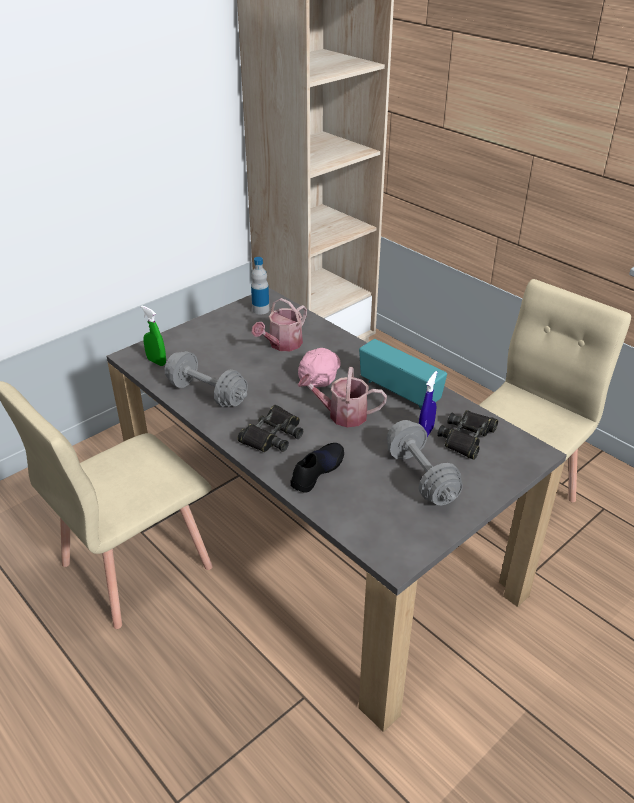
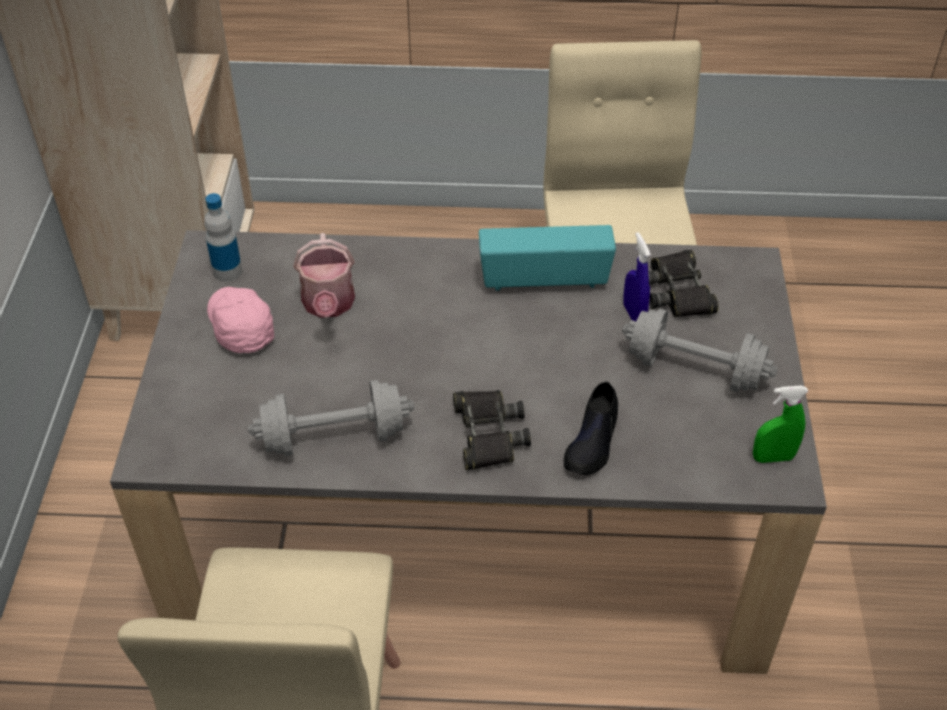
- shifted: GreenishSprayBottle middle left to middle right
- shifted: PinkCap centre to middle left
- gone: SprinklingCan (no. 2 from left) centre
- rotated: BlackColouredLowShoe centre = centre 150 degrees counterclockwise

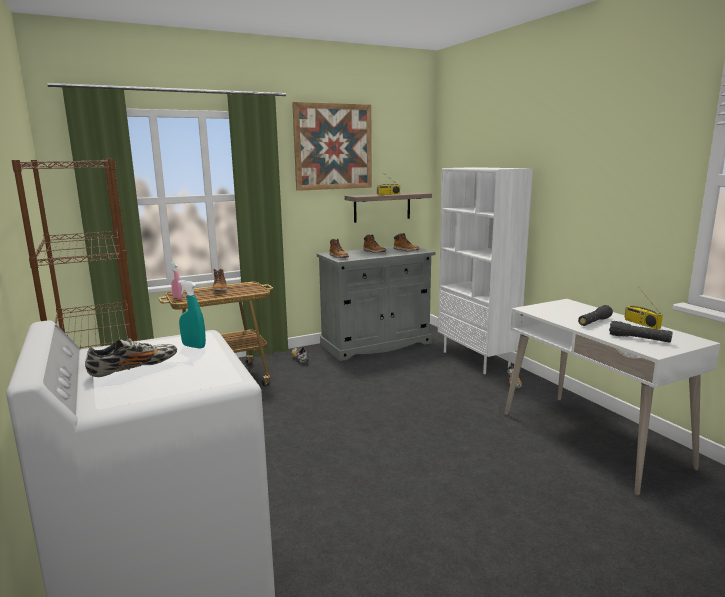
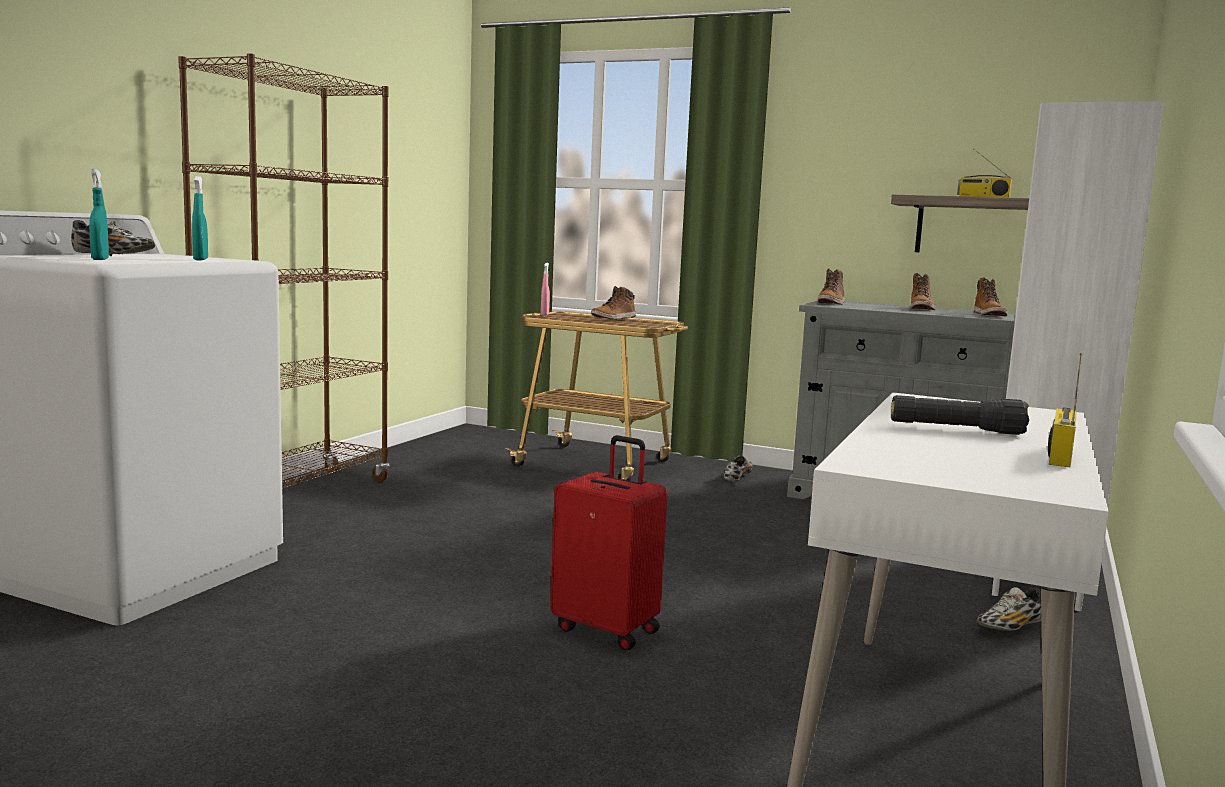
- gone: WallPicture top centre
- gone: BlackColouredHandTorch (no. 2 from left) middle right
- new: BlueGreenSprayBottle (no. 1 from left) top left
- new: RedPieceOfLuggage bottom centre

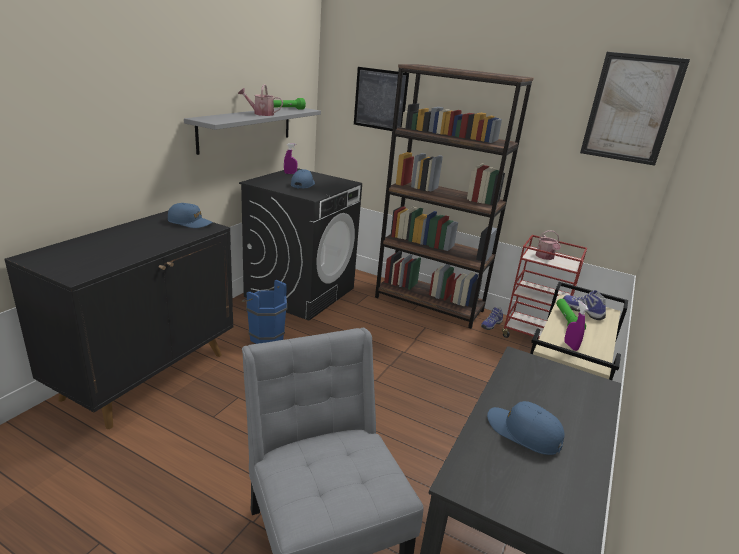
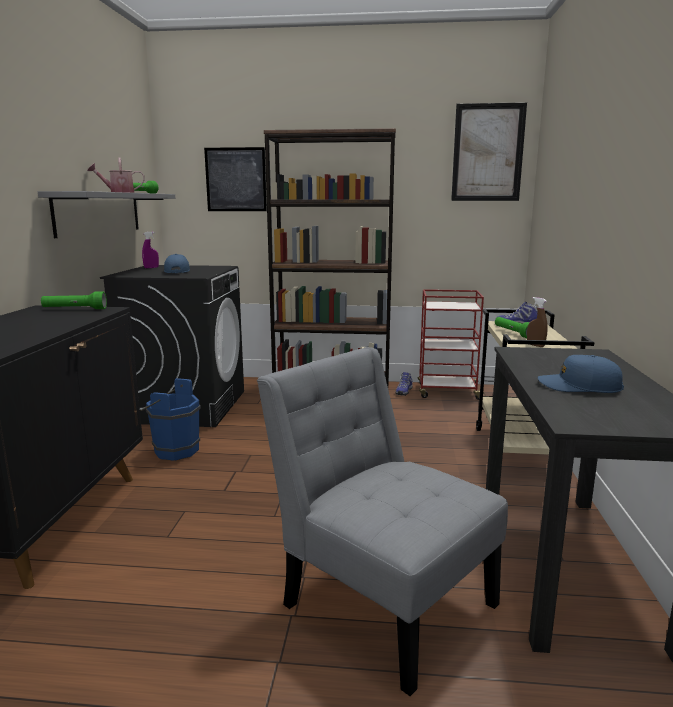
- swapped: BlueColouredCap (no. 1 from left) middle left to GreenishHandTorch (no. 1 from left) middle left
- gone: SprinklingCan (no. 2 from left) middle right
- repainted: PurpleColouredSprayBottle (no. 2 from left) middle right to BrownishSprayBottle middle right

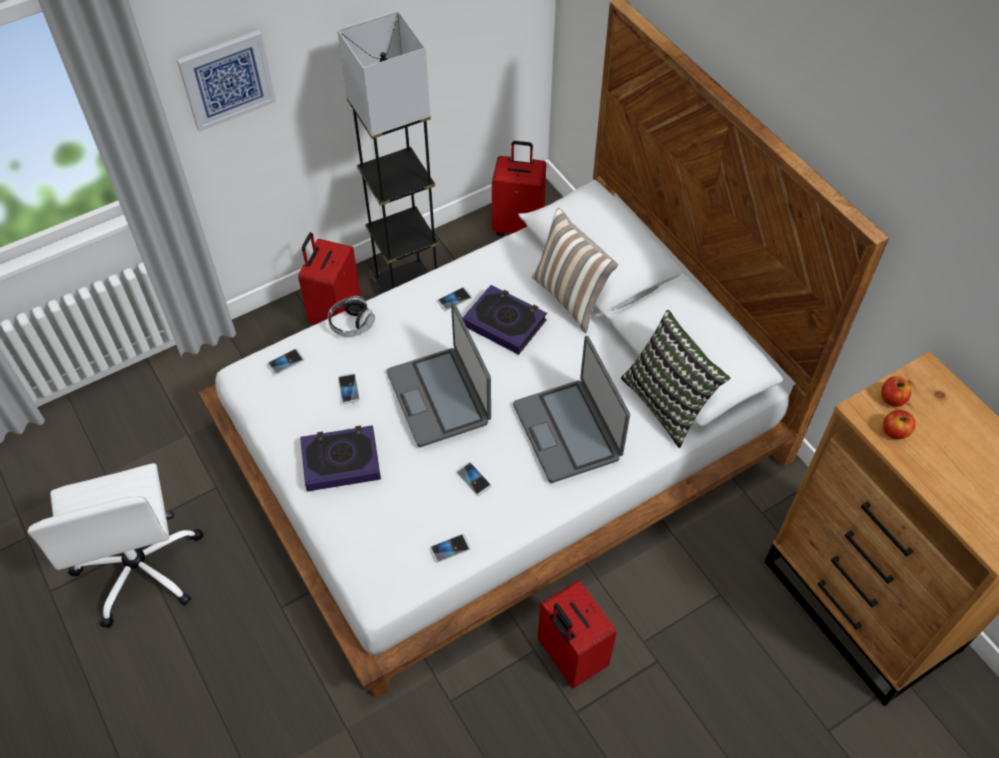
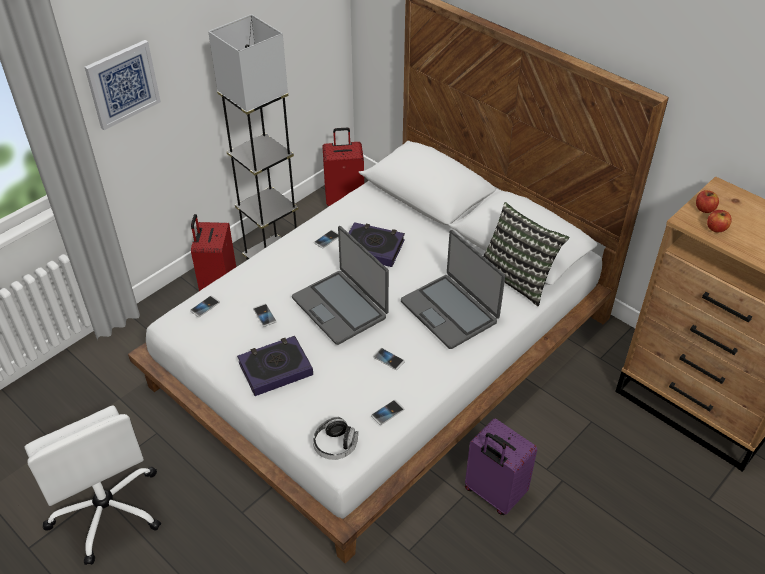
- gone: Pillow (no. 1 from left) centre
- shifted: PairOfHeadphones centre to bottom centre
- repainted: RedPieceOfLuggage (no. 3 from left) bottom centre to PurpleColouredPieceOfLuggage bottom centre

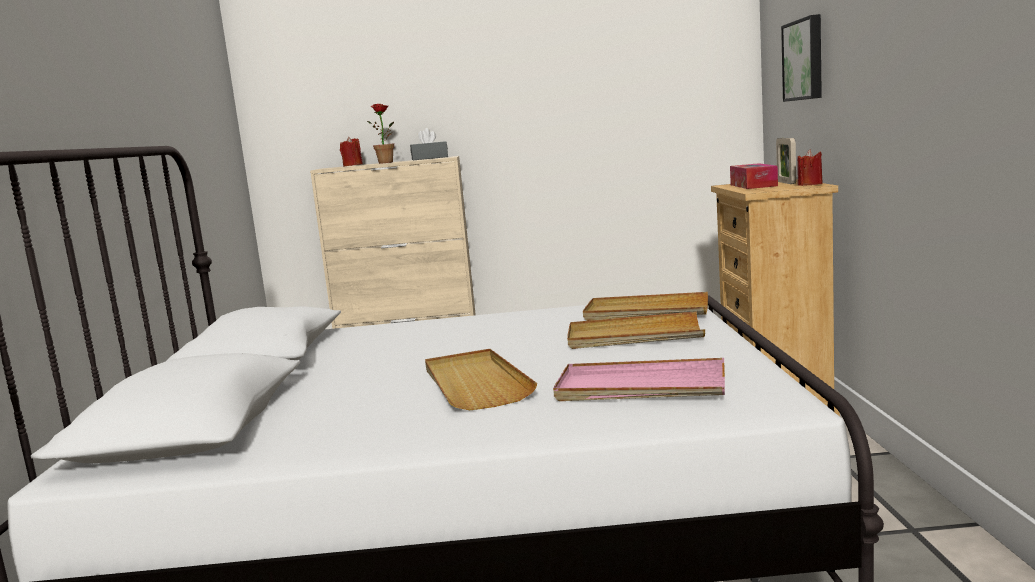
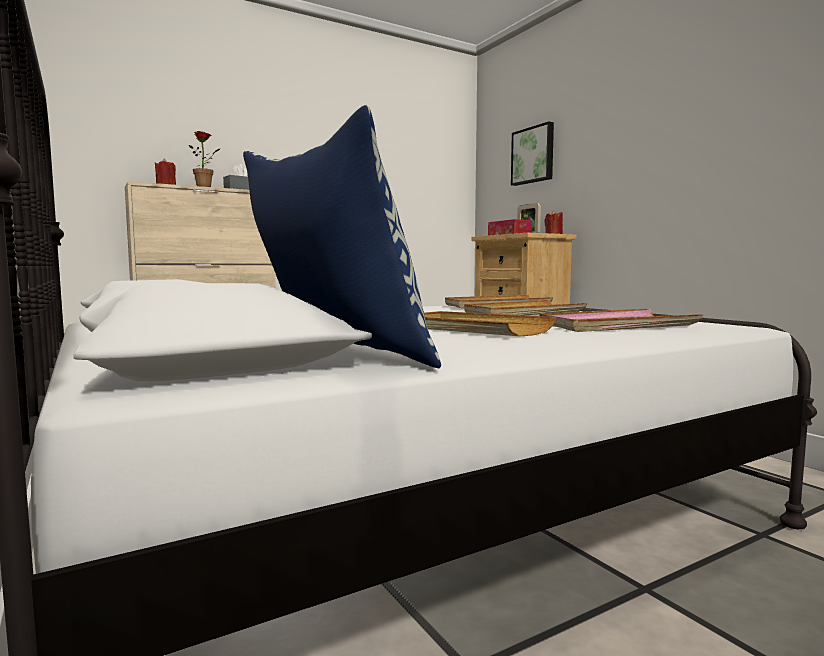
- new: Pillow centre

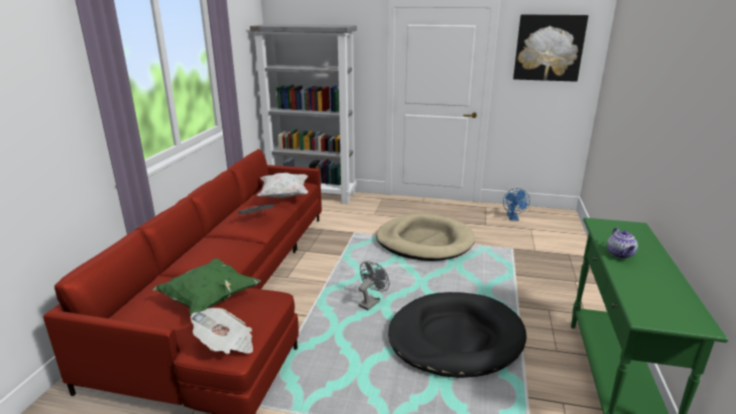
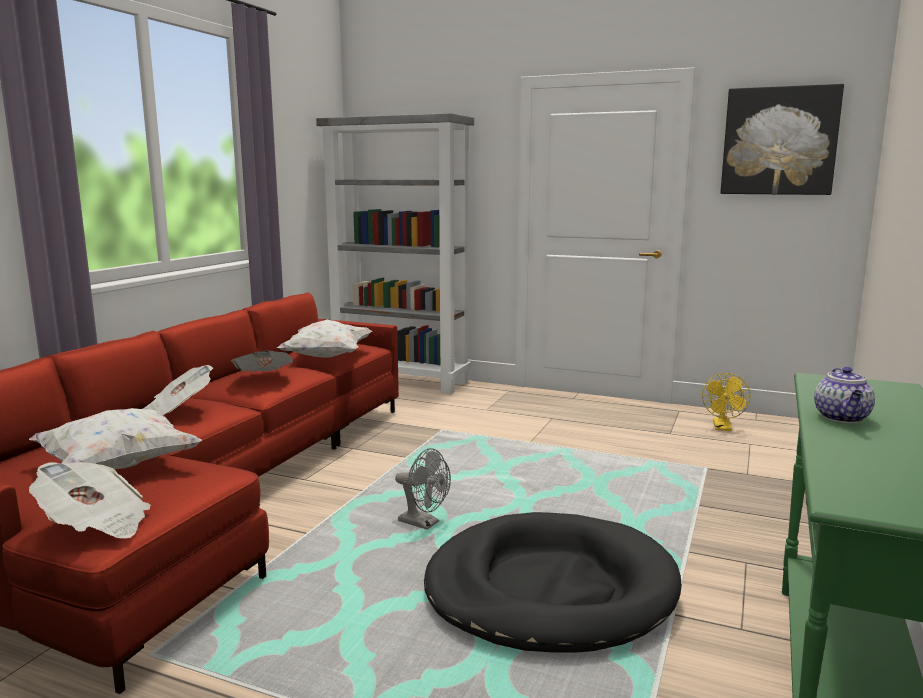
- repainted: BlueColouredFan middle right to YellowFan middle right
- gone: BeigeColouredDogBed centre
- repainted: GreenishPillow bottom left to WhitePillow (no. 1 from left) middle left
- rotated: GreyFan bottom centre = bottom centre 75 degrees clockwise
- new: PrintedPaper (no. 2 from left) middle left

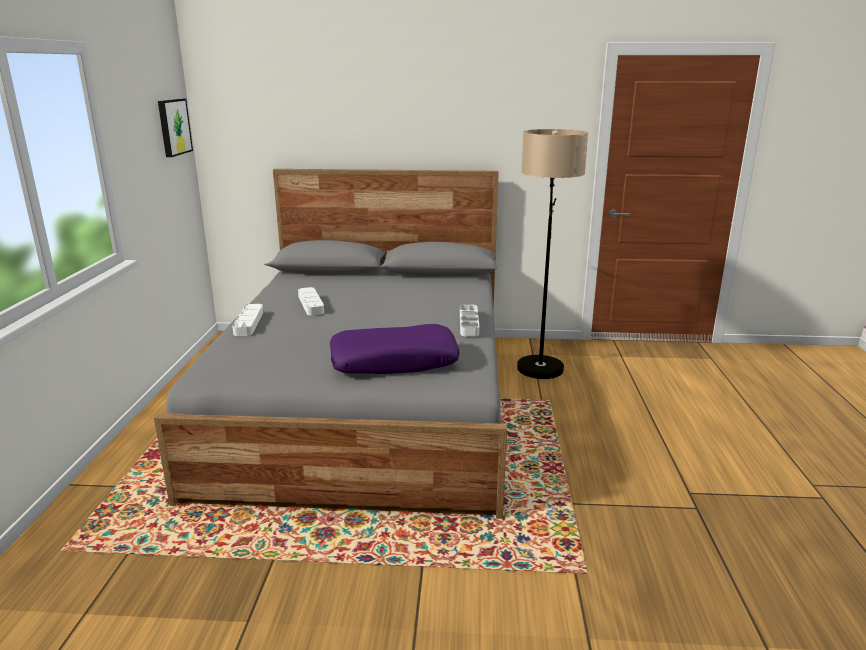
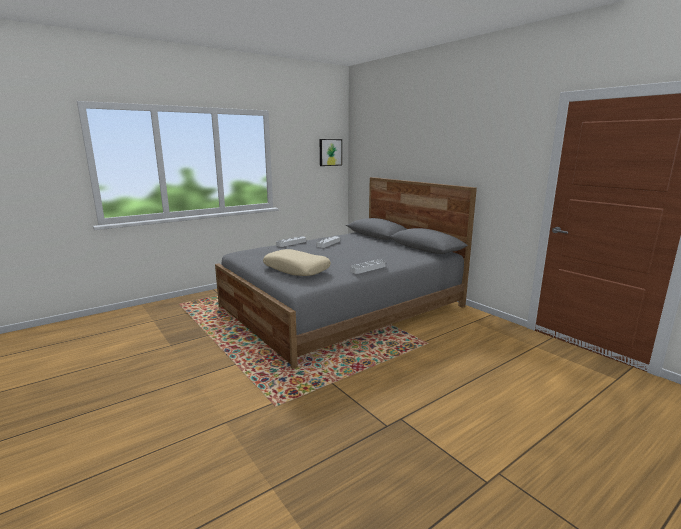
- gone: StandingLamp centre
- repainted: PurpleColouredPillow centre to BeigeColouredPillow centre

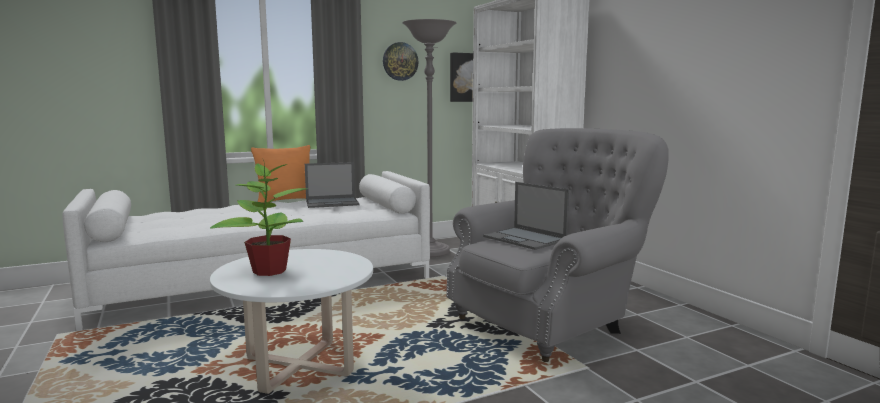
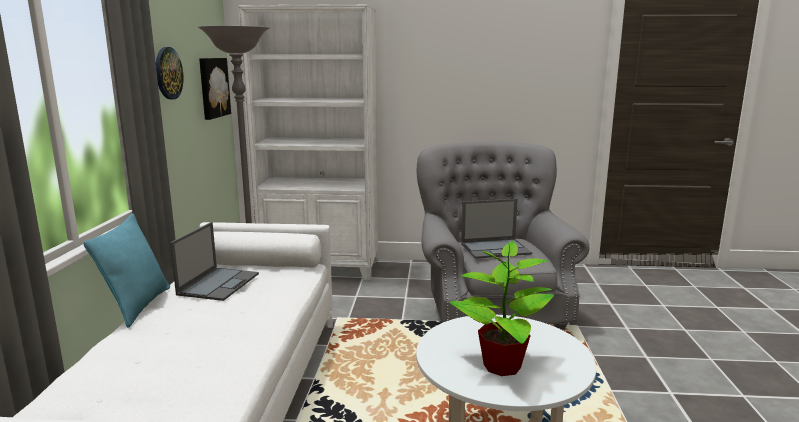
- repainted: OrangeyPillow middle left to BlueGreenPillow middle left

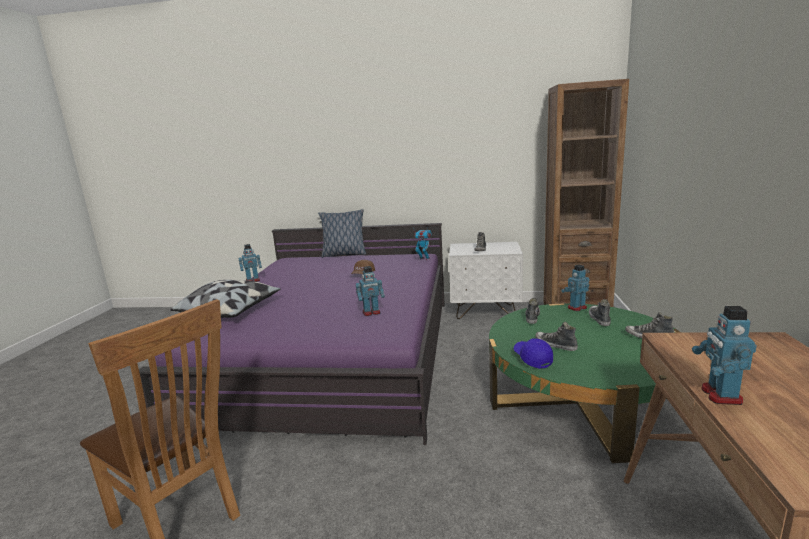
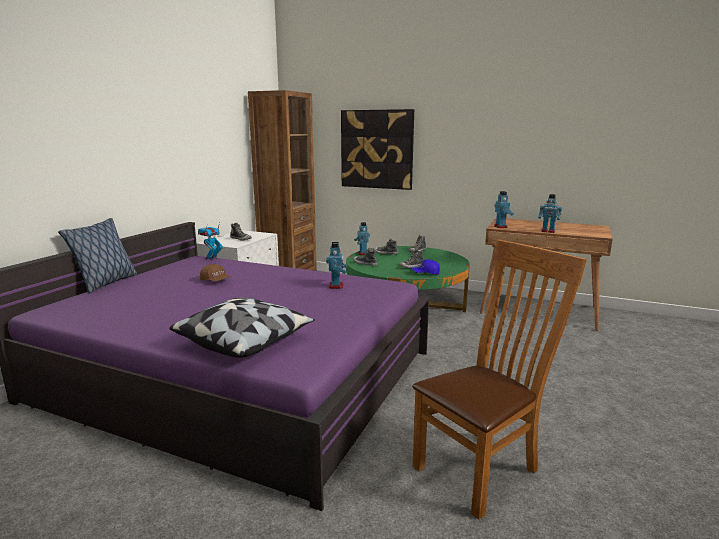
- shifted: ToyRobot (no. 1 from left in the first image) middle left to ToyRobot (no. 4 from left) middle right
- new: WallPicture top centre

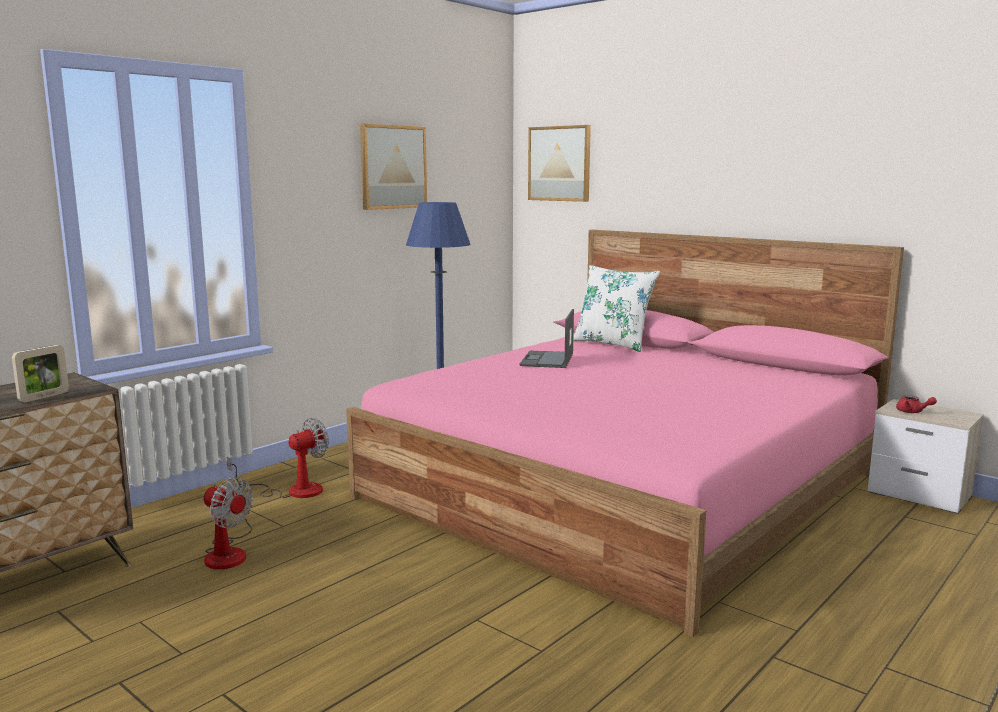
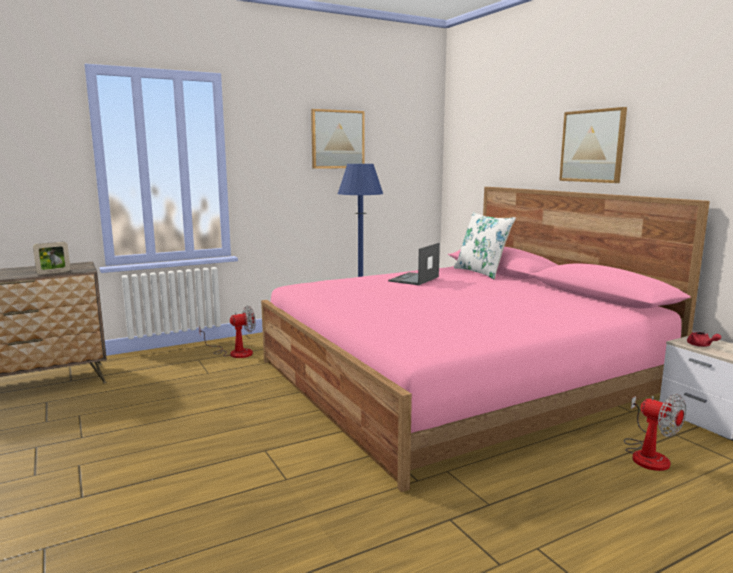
- shifted: WallPicture (no. 2 from left) top centre to top right
- shifted: Fan (no. 1 from left in the first image) bottom left to Fan (no. 2 from left) bottom right

